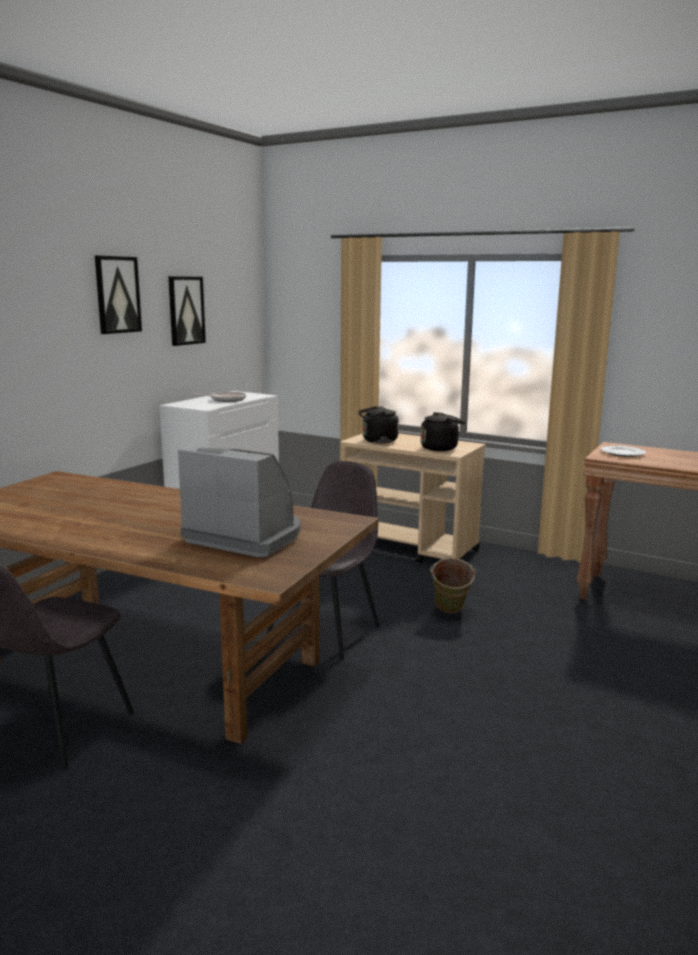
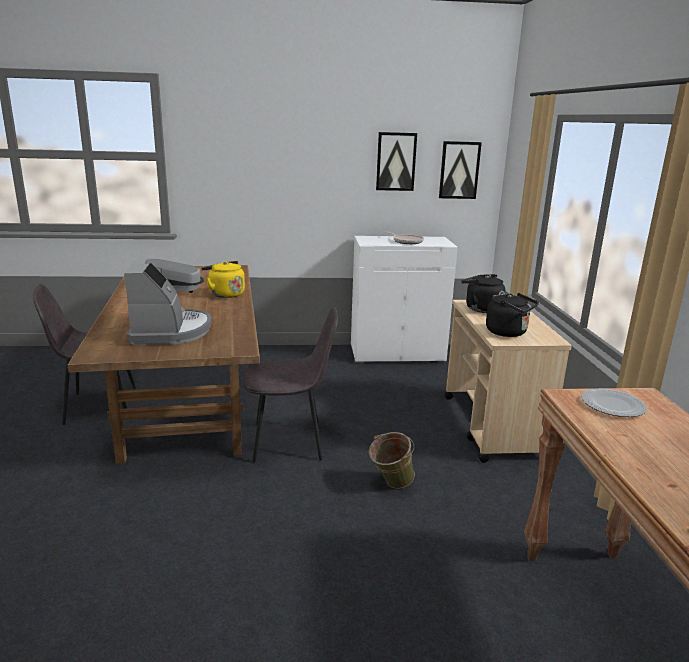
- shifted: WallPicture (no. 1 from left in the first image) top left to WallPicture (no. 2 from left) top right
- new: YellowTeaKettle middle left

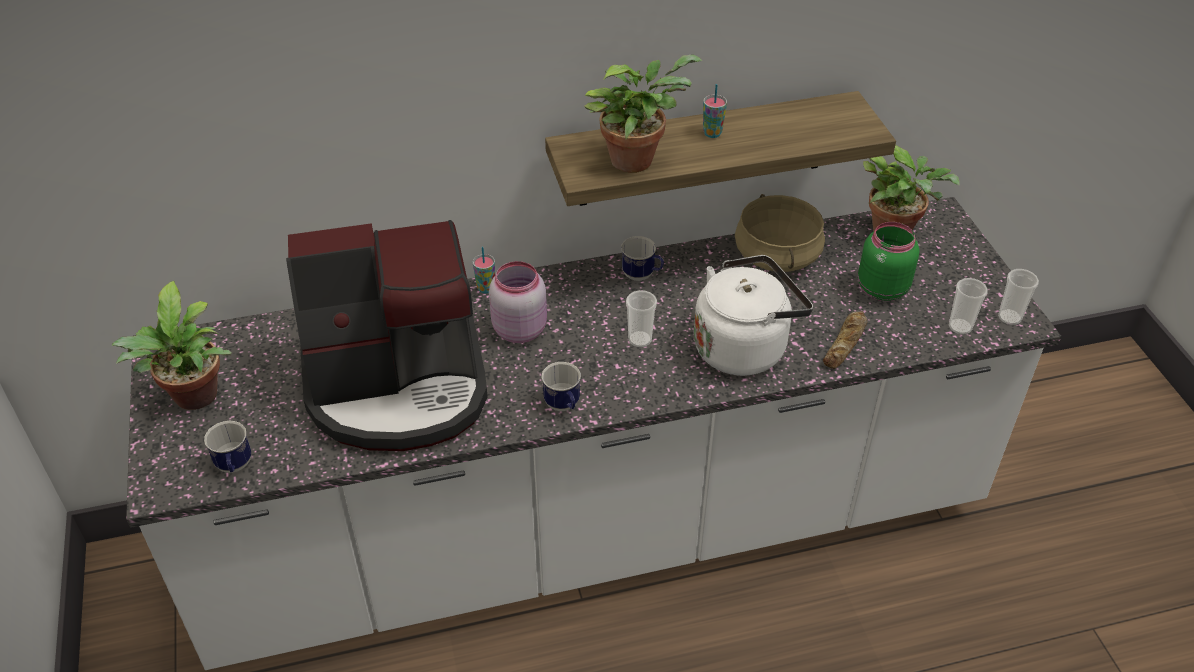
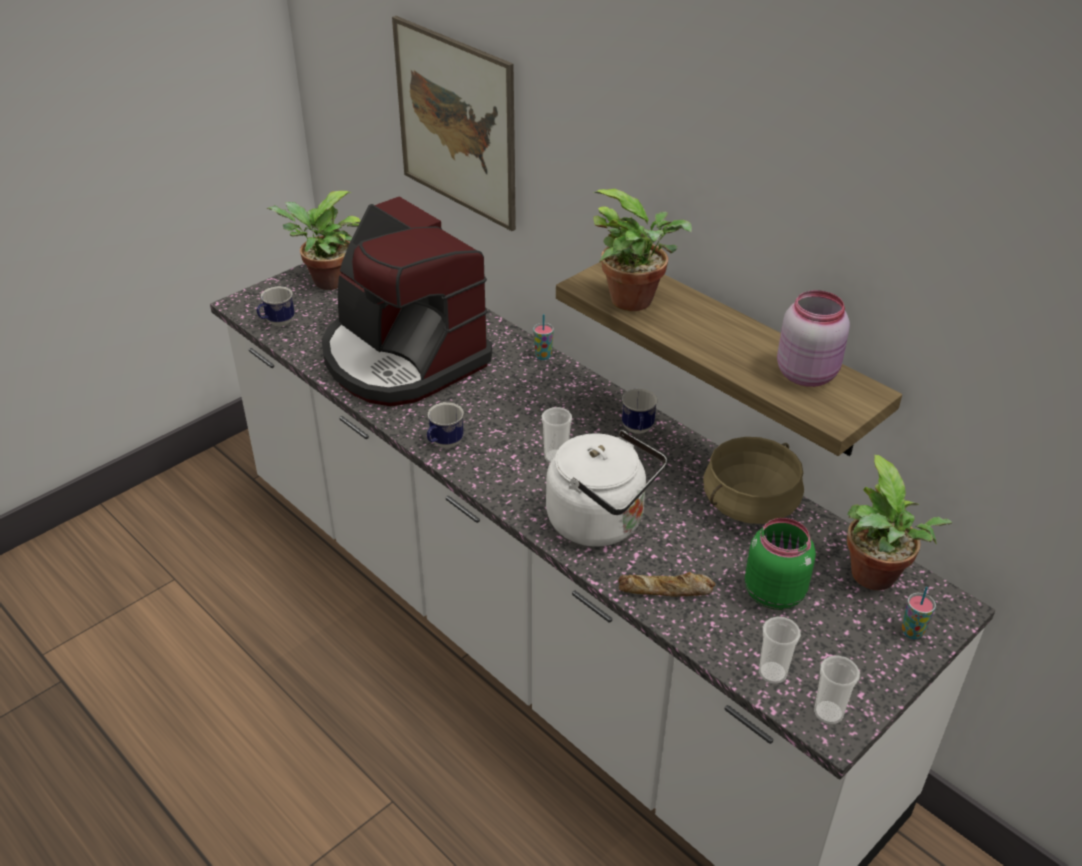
- shifted: DrinkingCup (no. 3 from left in the first image) top centre to DrinkingCup (no. 5 from left) bottom right
- shifted: PinkJar centre to middle right
- new: WallPicture top centre

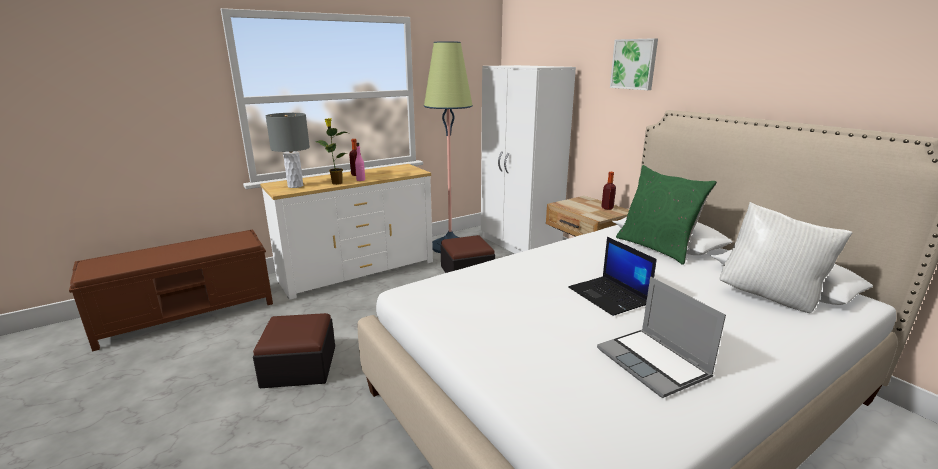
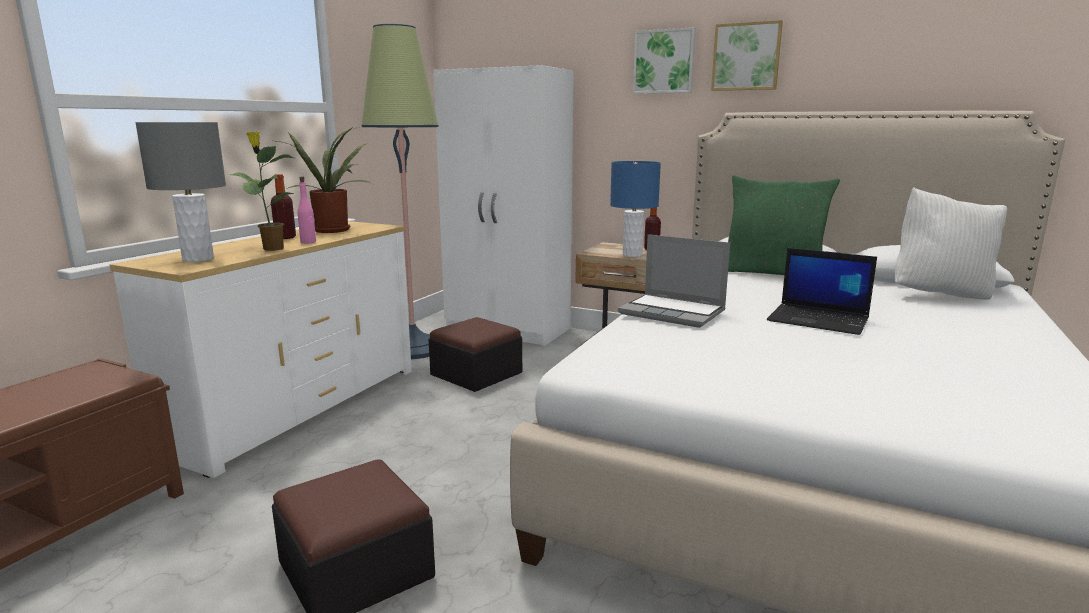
- shifted: NotebookComputer (no. 2 from left in the first image) bottom right to NotebookComputer (no. 1 from left) centre
- new: WallPicture (no. 2 from left) top right
- new: Houseplant (no. 2 from left) top left
- new: BlueColouredTableLamp centre

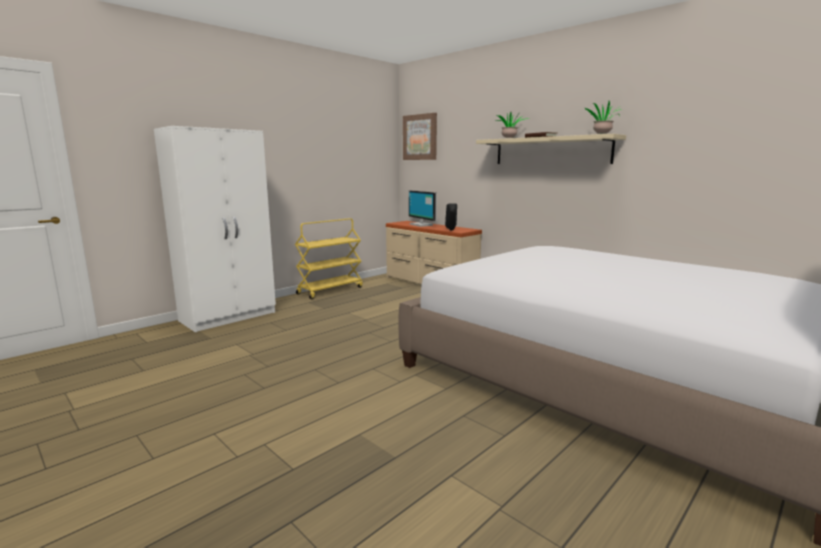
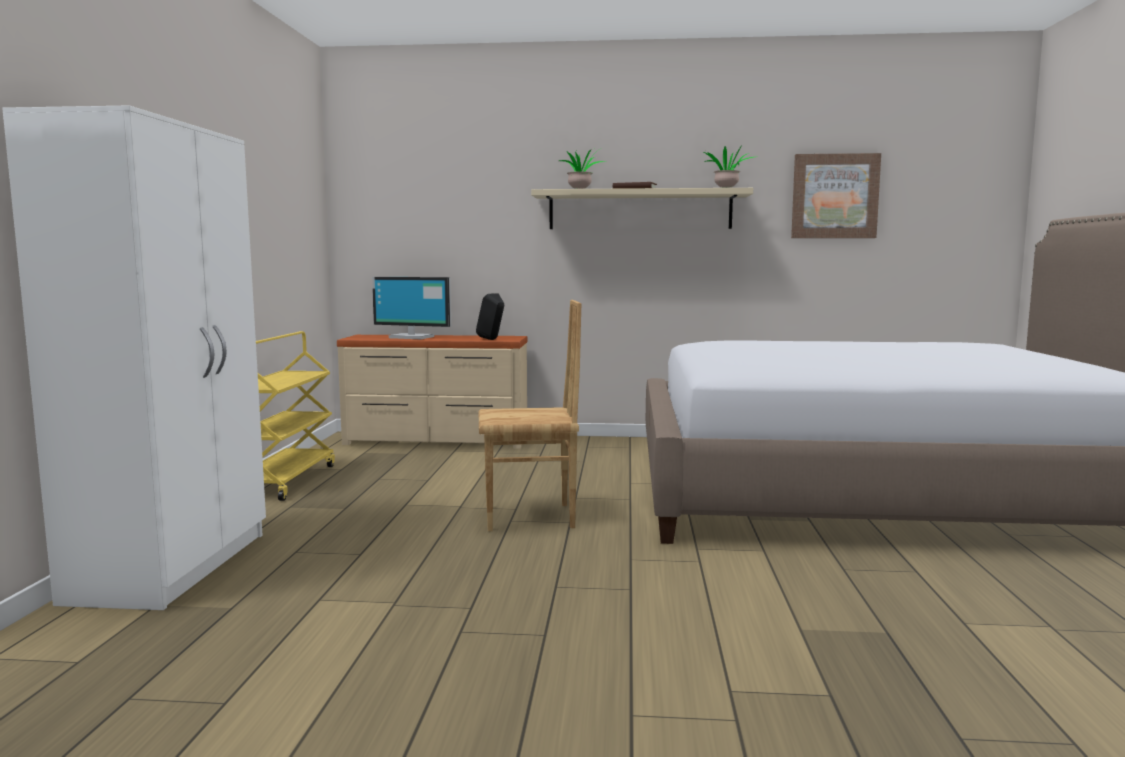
- shifted: WallPicture top centre to top right
- new: BrownishChair centre

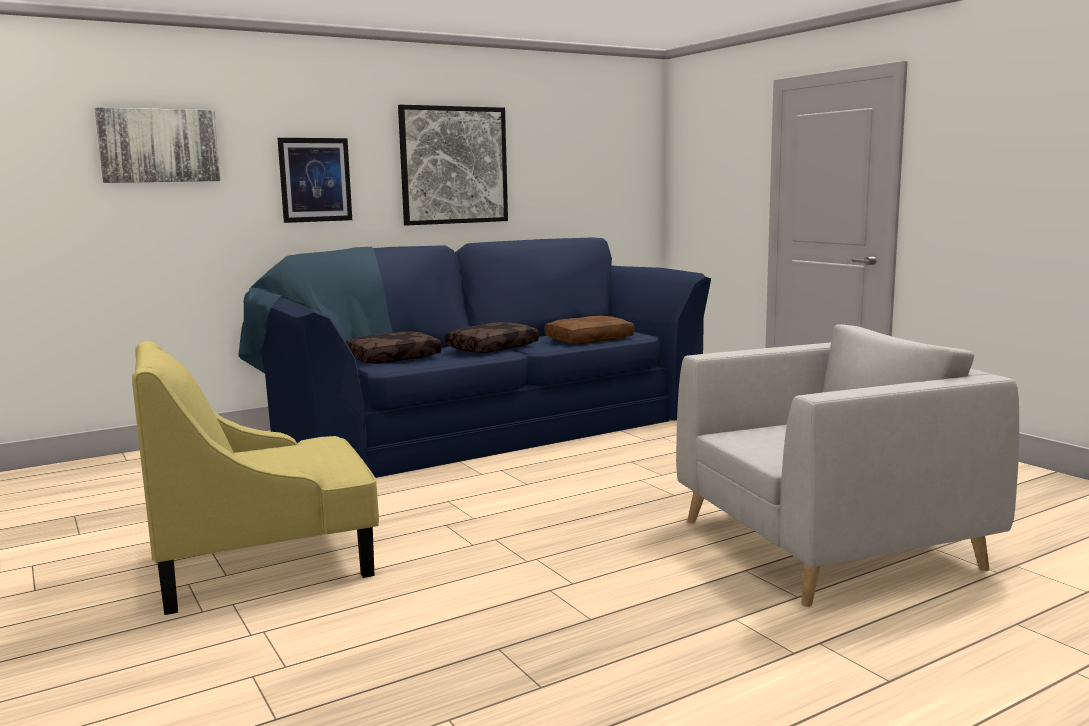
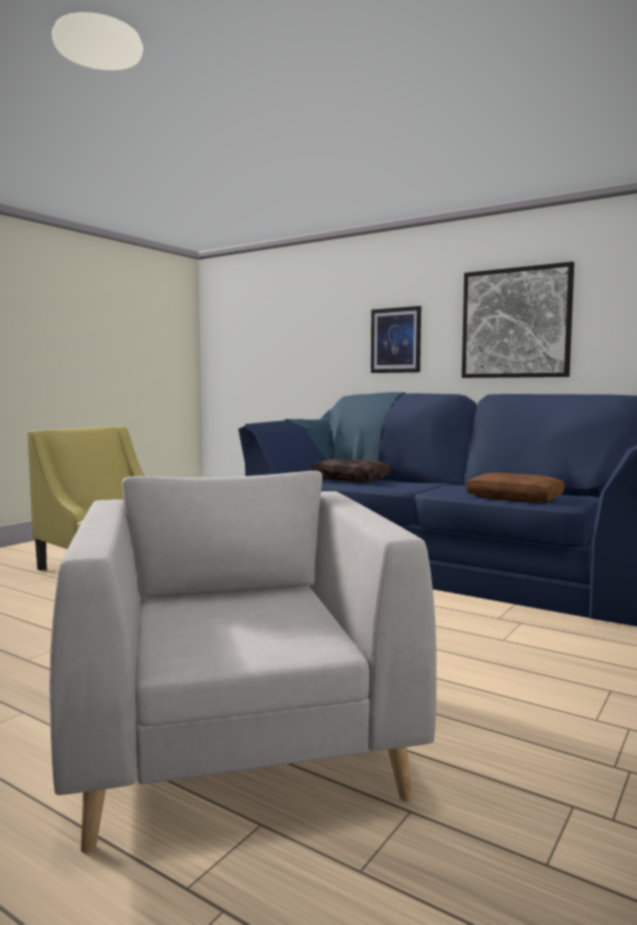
- gone: WallPicture (no. 1 from left) top left
- gone: BrownishPillow (no. 2 from left) centre
- rotated: GreyEasyChair middle right = bottom centre 150 degrees counterclockwise

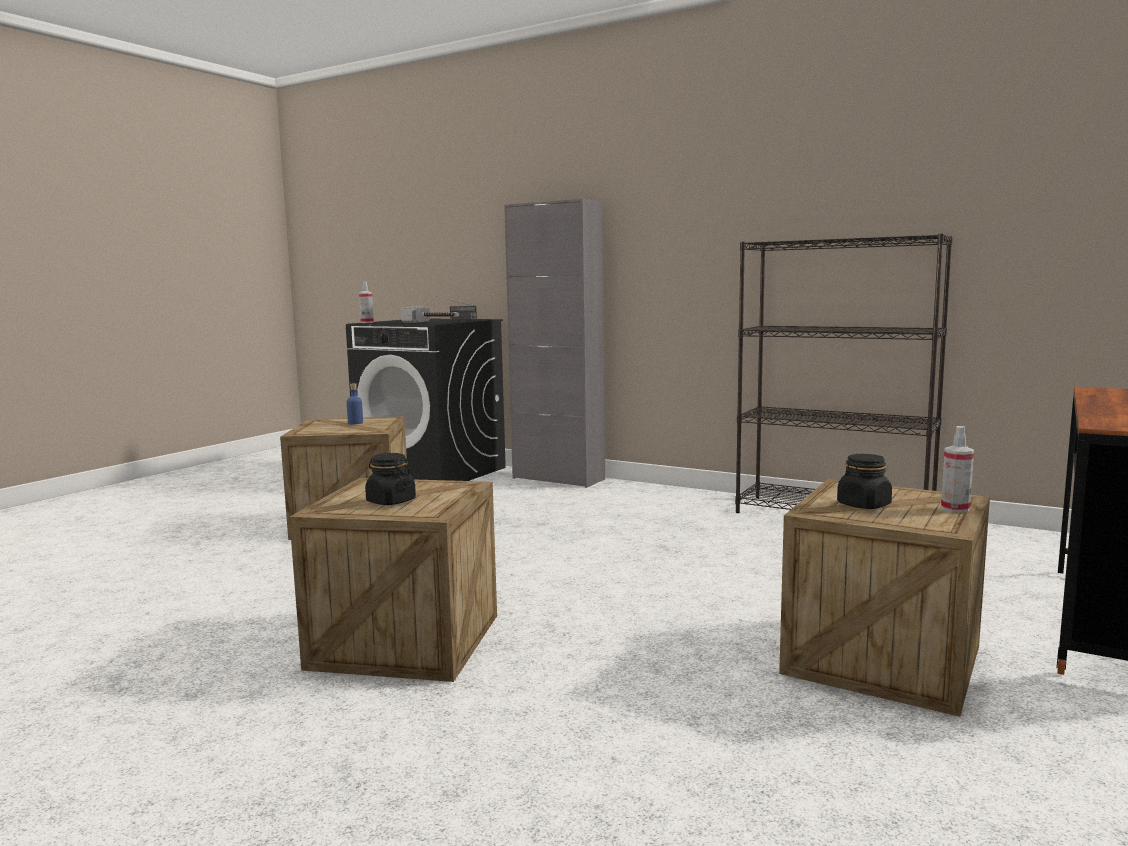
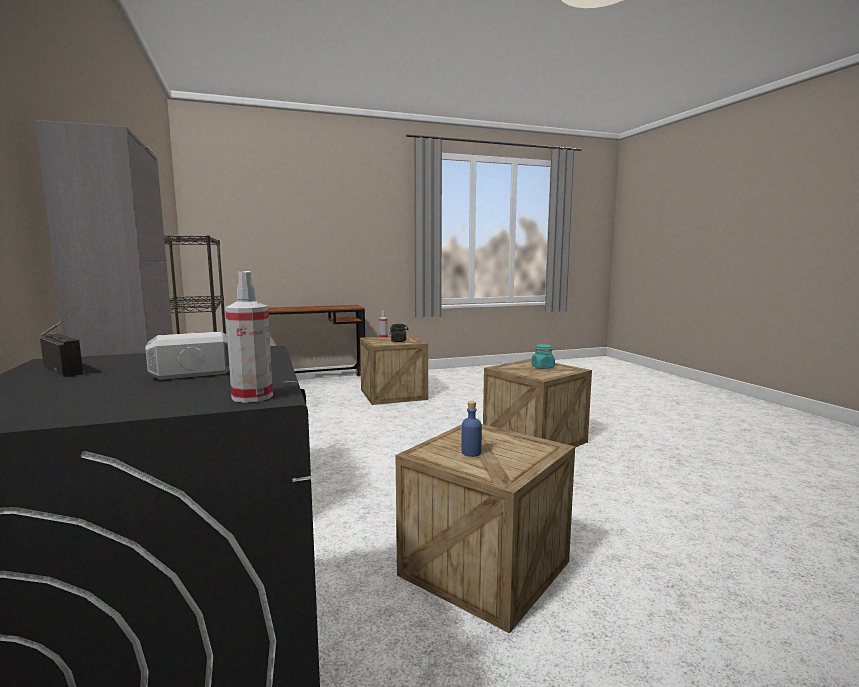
- repainted: BlackColouredJar (no. 1 from left) centre to BlueGreenJar centre

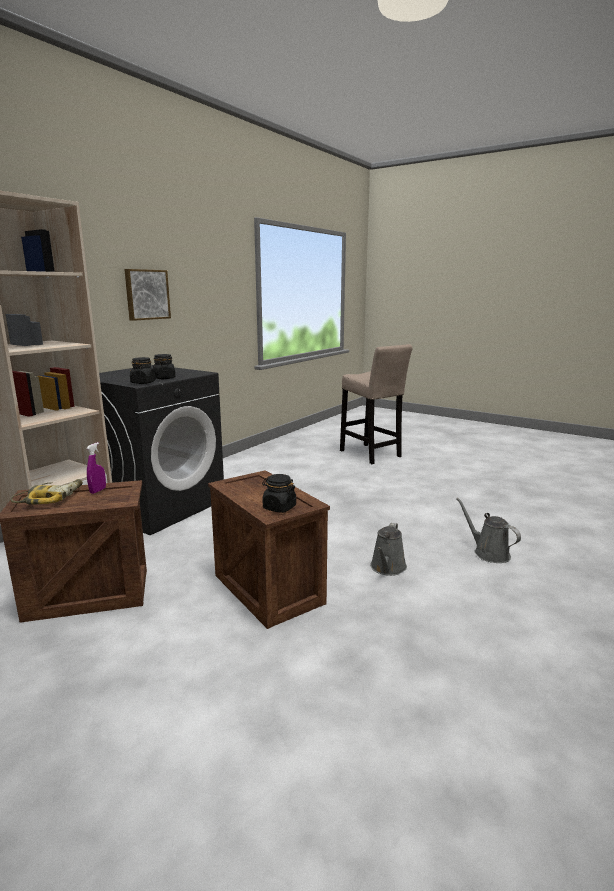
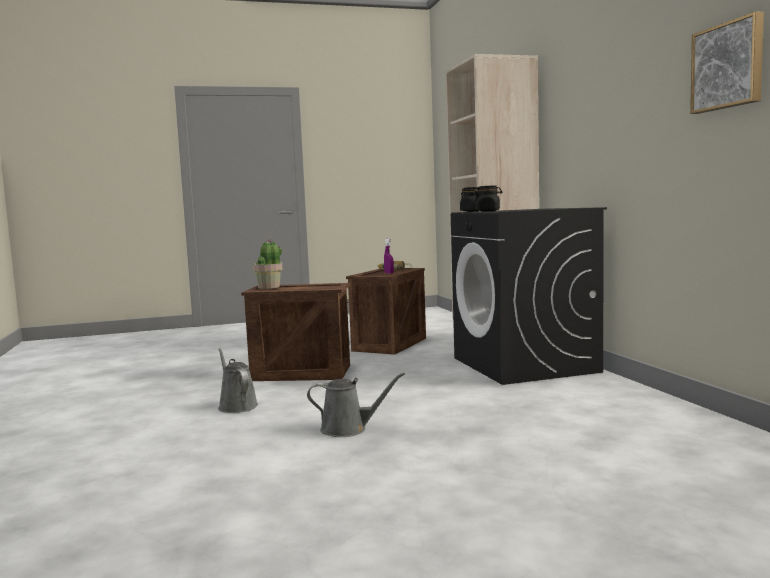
- shifted: WallPicture top left to top right
- gone: BeigeColouredStool centre
- swapped: BlackColouredJar (no. 3 from left) centre to Houseplant centre
- shifted: GreySprinklingCan (no. 2 from left) middle right to bottom centre

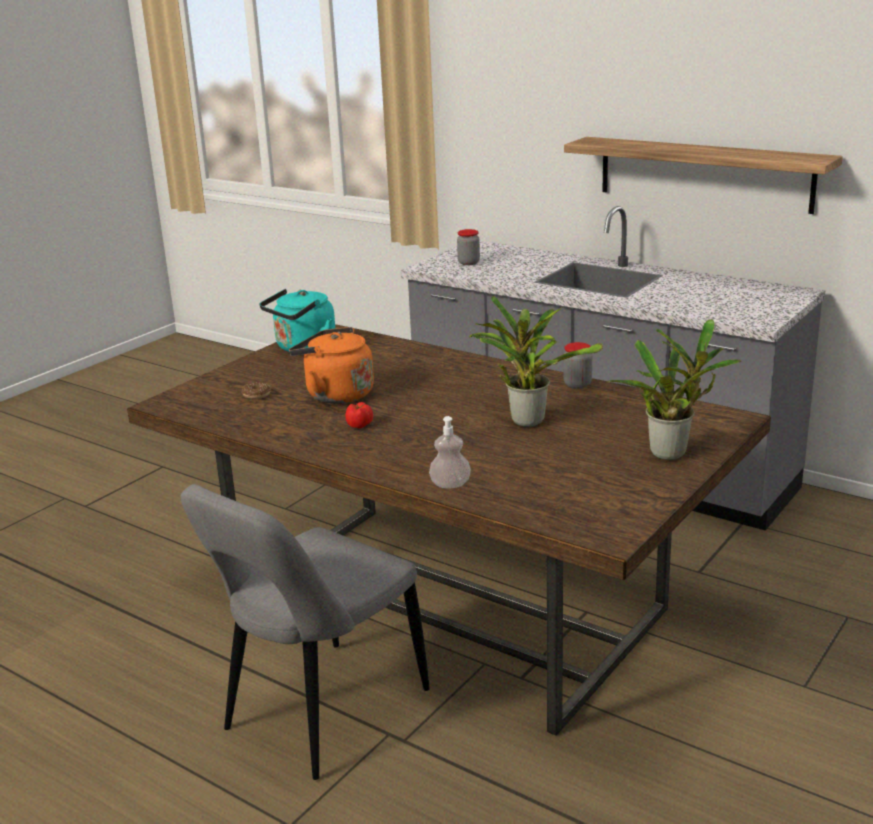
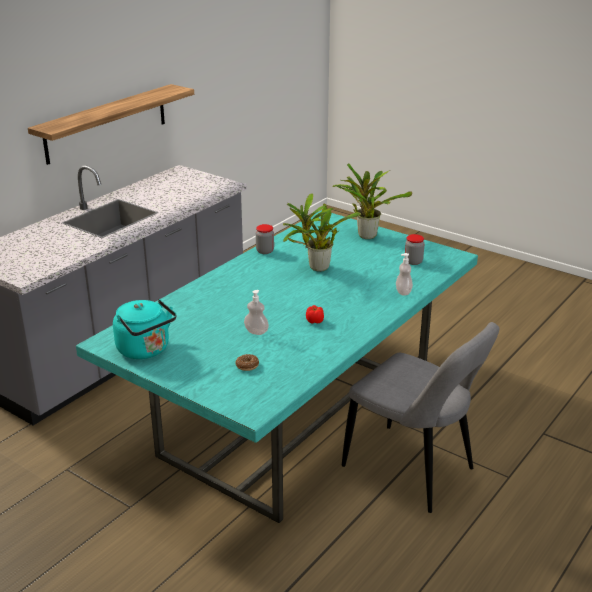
- shifted: Jar (no. 1 from left in the first image) top centre to Jar (no. 2 from left) middle right
- repainted: BrownishKitchenTable centre to BlueGreenKitchenTable centre
- swapped: OrangeyTeaKettle centre to SoapBottle (no. 1 from left) centre

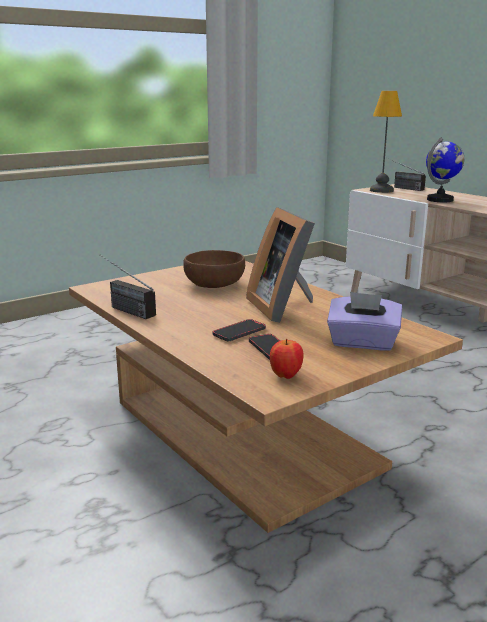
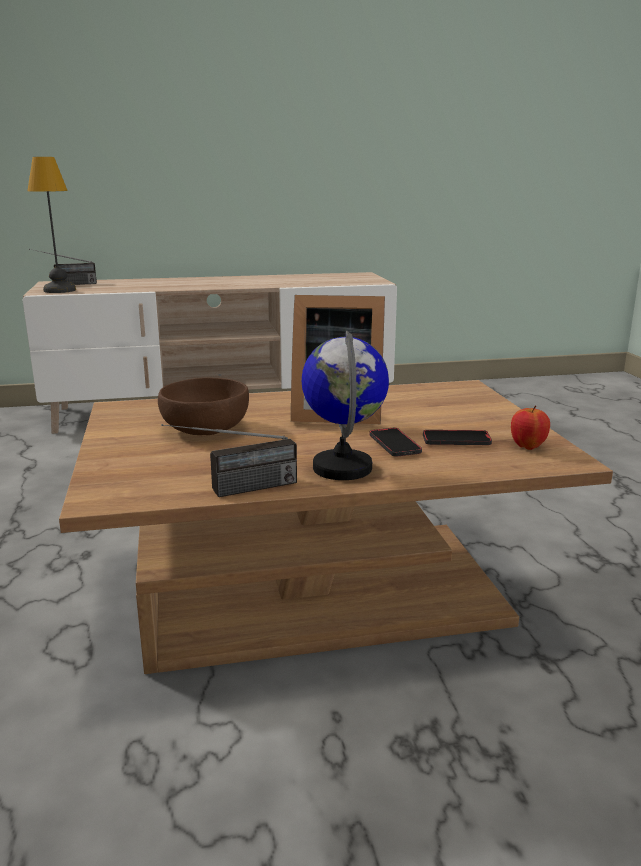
- shifted: Globe top right to centre
- gone: PurpleColouredTissueBox middle right

